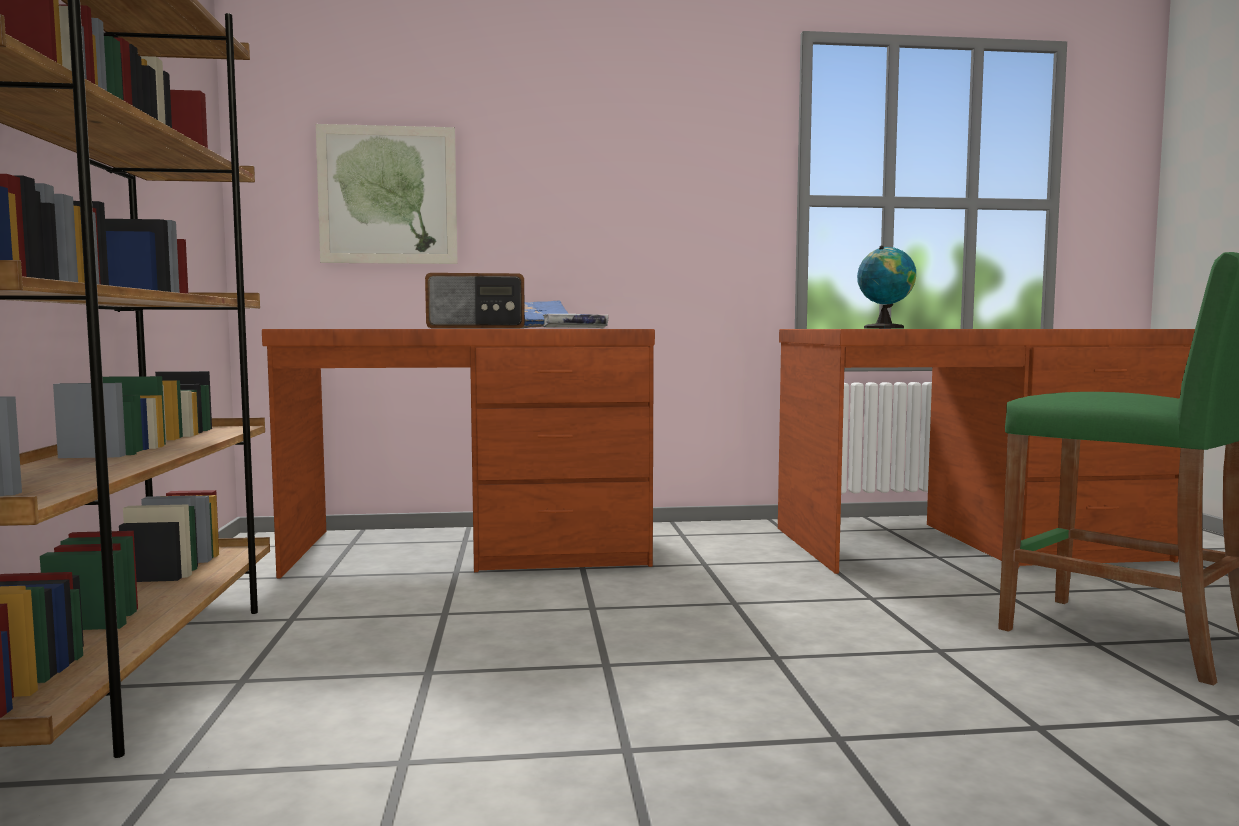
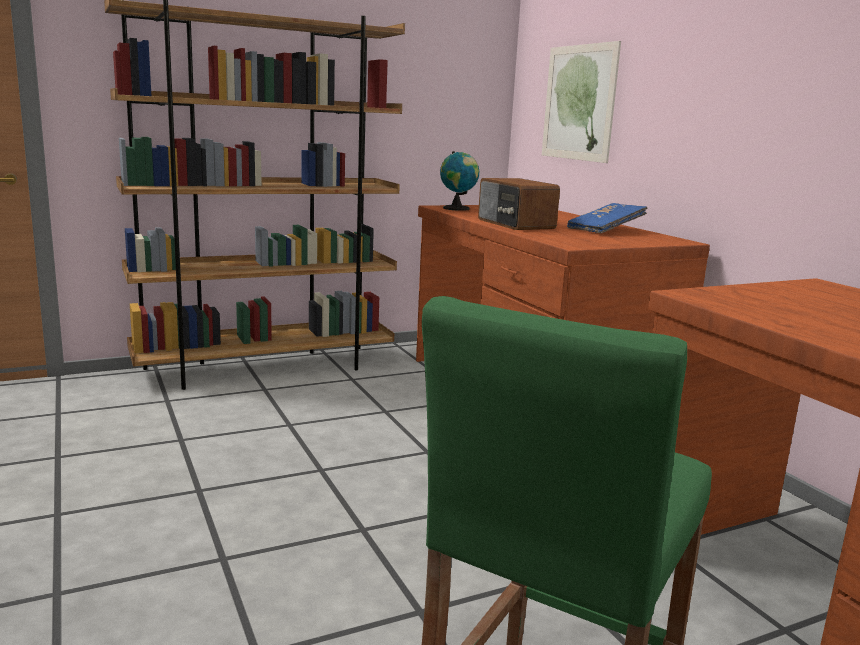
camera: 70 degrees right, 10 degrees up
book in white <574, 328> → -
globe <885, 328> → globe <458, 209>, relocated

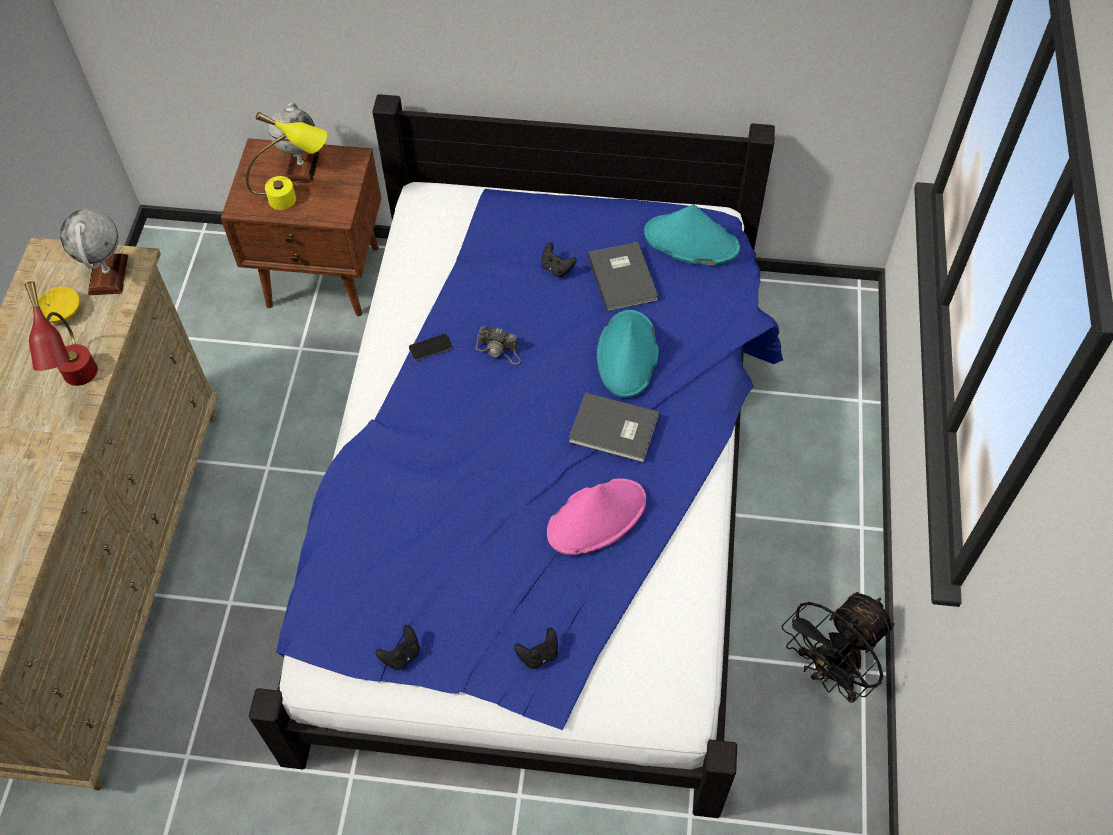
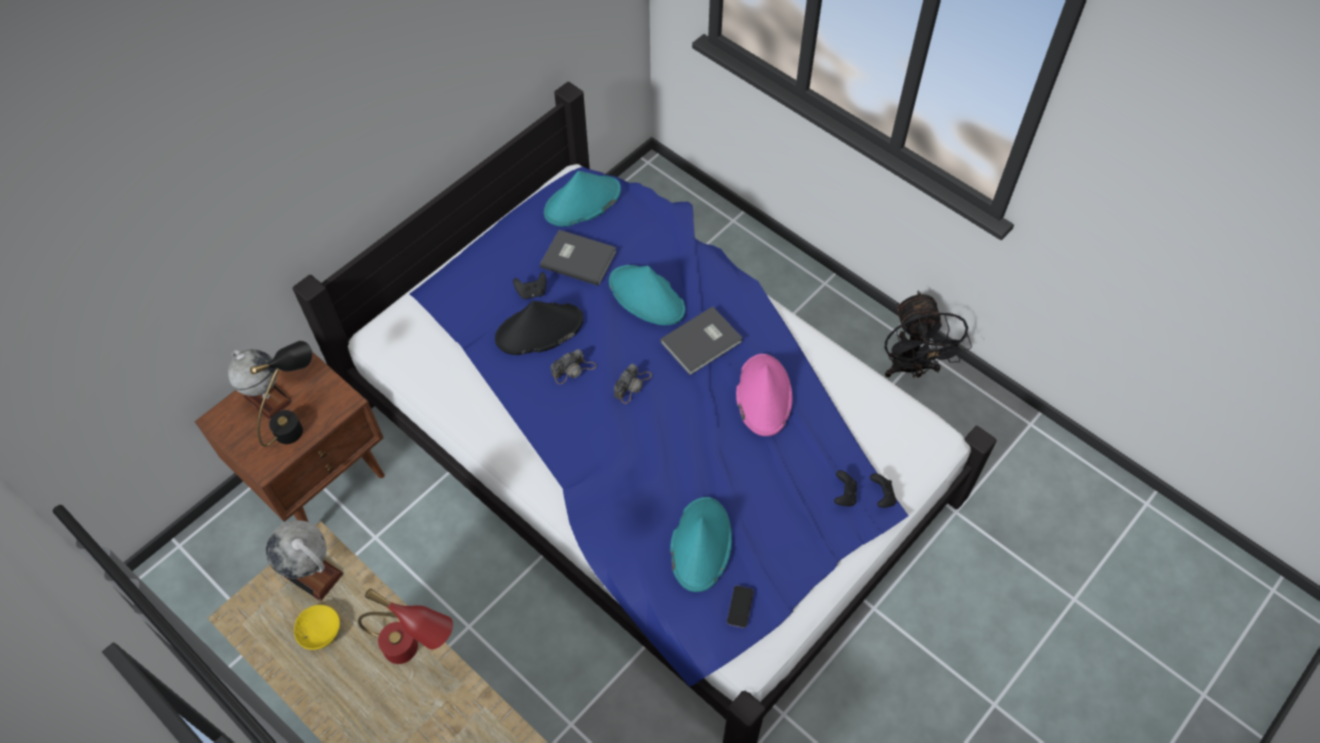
camera: 55 degrees left, 0 degrees up
- → hat in black <539, 330>
- → photo camera <632, 385>
- → hat in turquoise <700, 544>
game controller in black <401, 655> → game controller in black <882, 496>, relocated
phone <430, 348> → phone <740, 607>, relocated
table lamp in yellow <296, 198> → table lamp in black <298, 421>

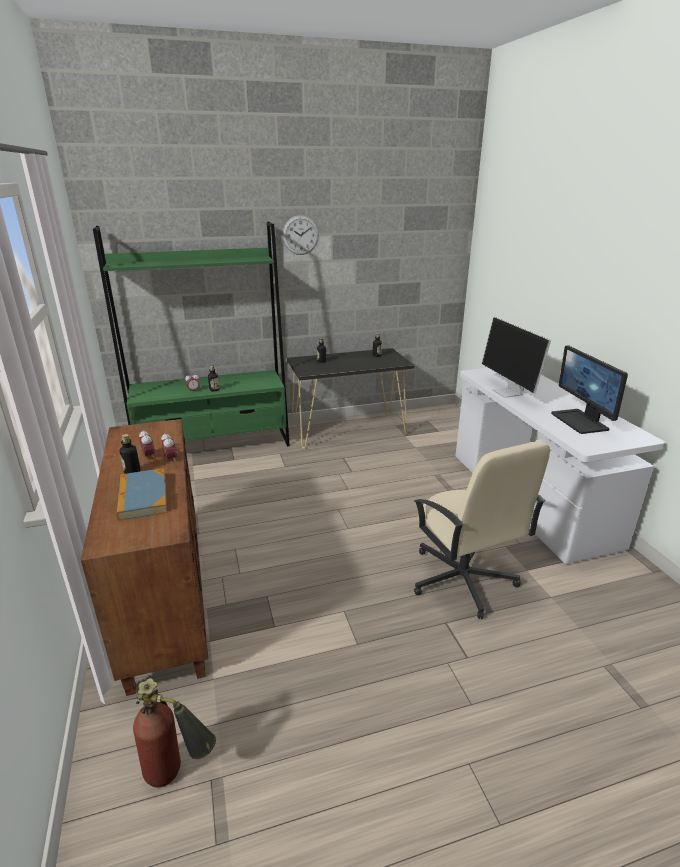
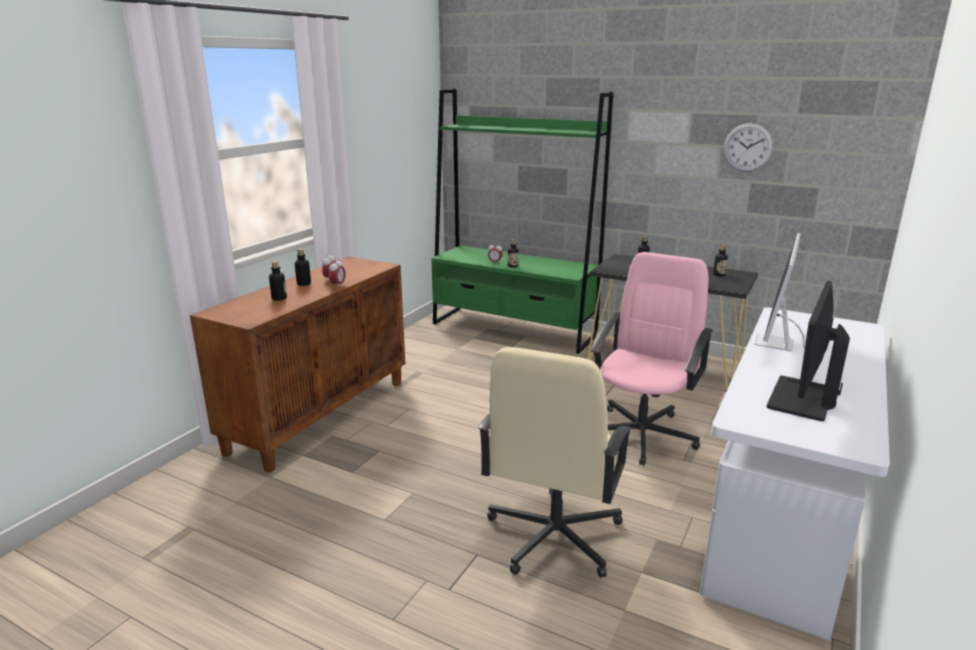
camera: 45 degrees right, 5 degrees down
fire extinguisher <178, 772> → -
- → office chair in pink <642, 434>
wall clock <300, 235> → wall clock <748, 147>, relocated
book <143, 496> → bottle <279, 298>

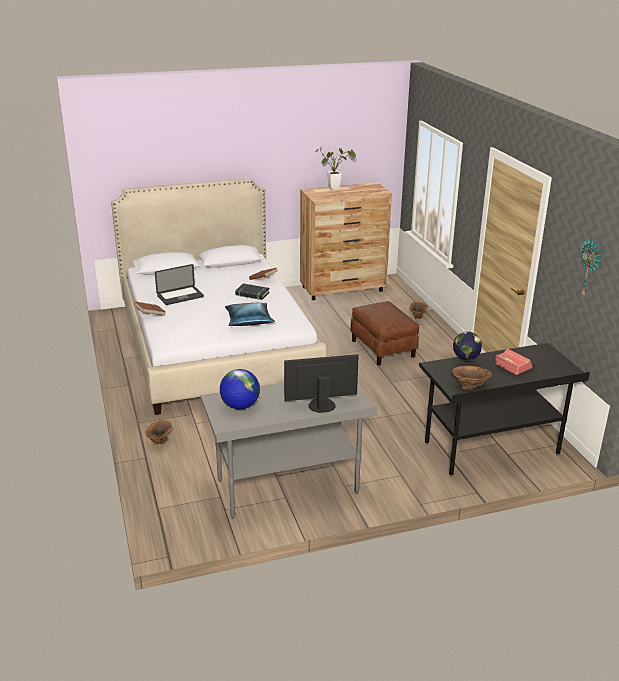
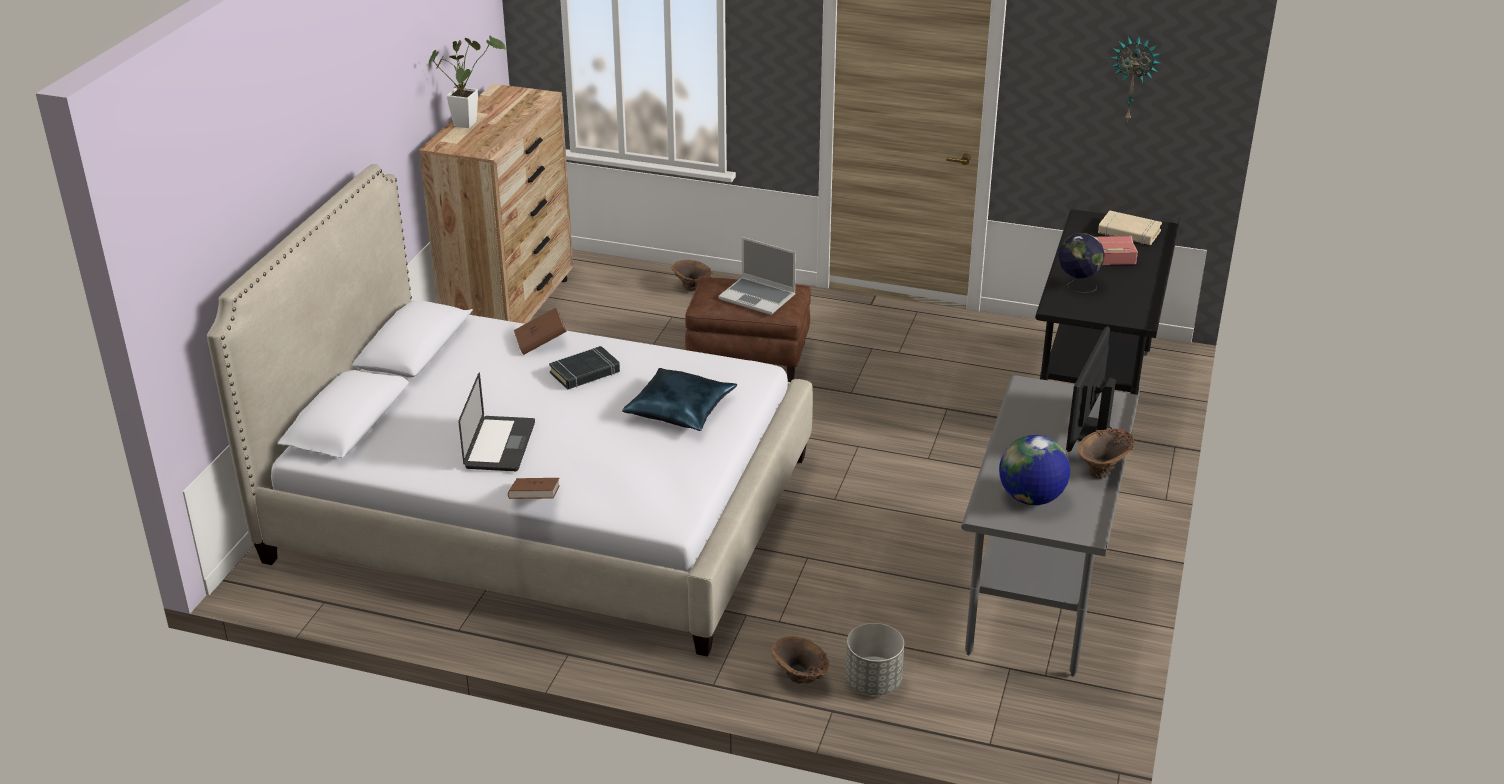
camera: 55 degrees left, 5 degrees up
- → laptop <758, 297>
- → planter in grey <873, 681>
- → book in beige <1129, 232>
vase in brown <470, 388> → vase in brown <1103, 471>, relocated

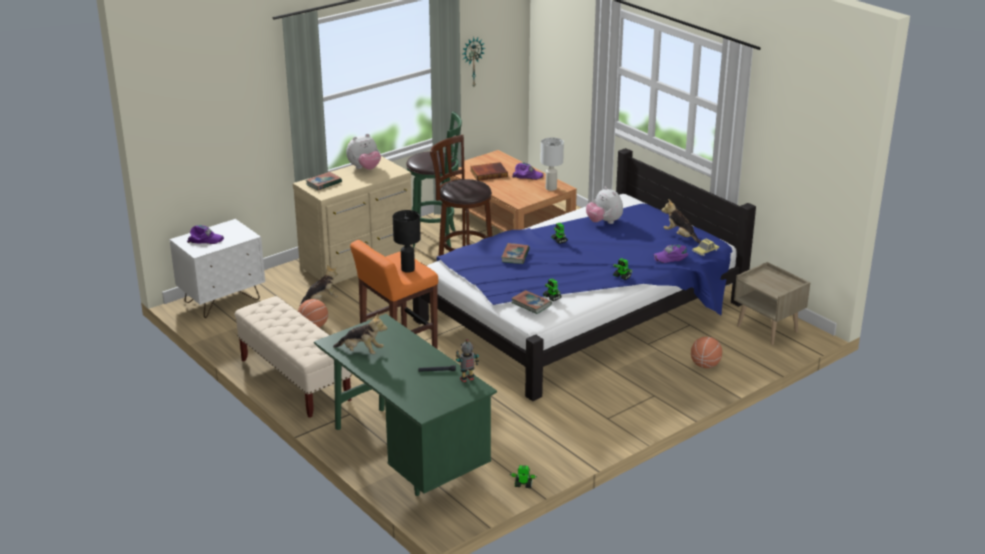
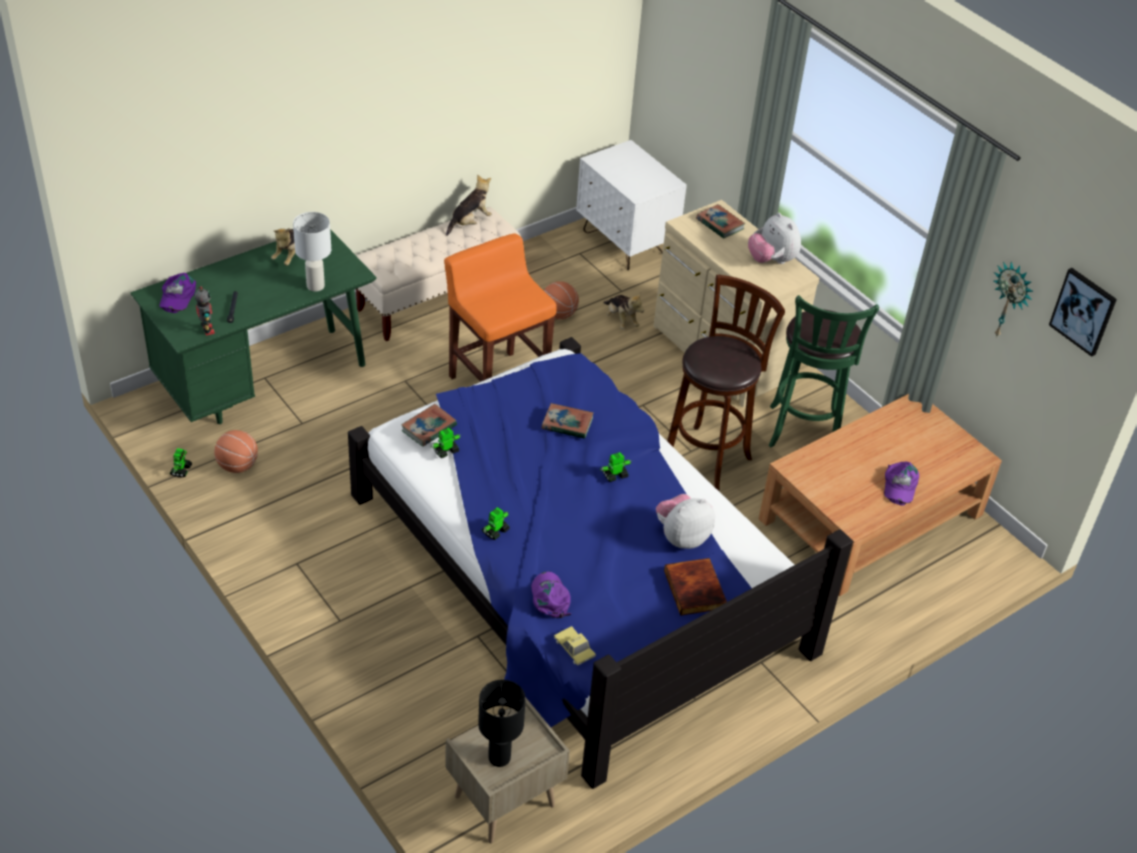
camera: 90 degrees right, 15 degrees up
- → picture <1083, 311>
cap in purple <205, 239> → cap in purple <177, 296>, relocated
table lamp in black <408, 269> → table lamp in black <499, 758>, relocated
book <488, 173> → book <696, 589>, relocated
table lamp in white <551, 188> → table lamp in white <315, 286>, relocated
plush toy <680, 236> → plush toy <470, 222>, relocated
basketball <705, 365> → basketball <237, 465>, relocated

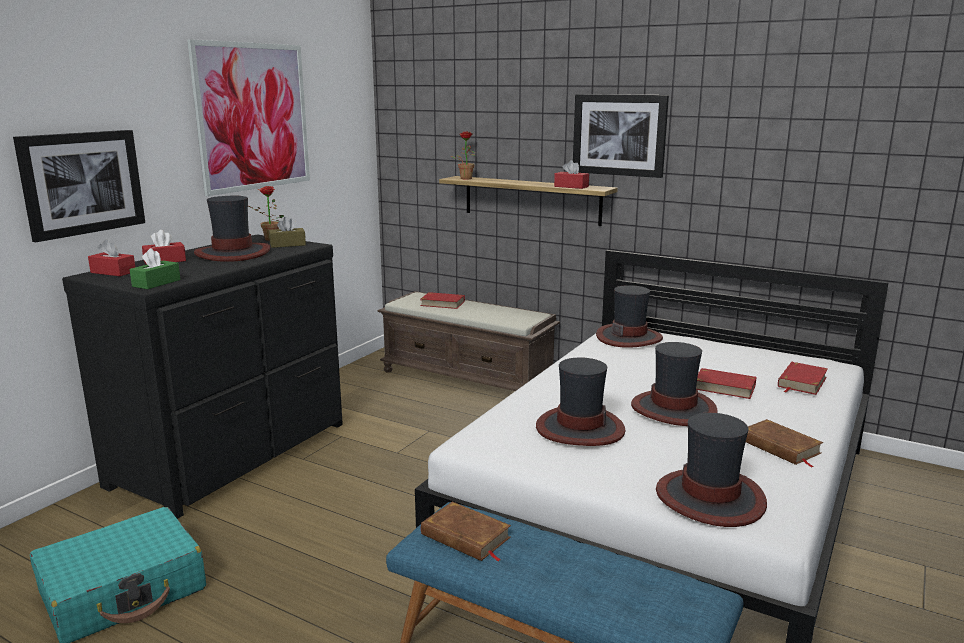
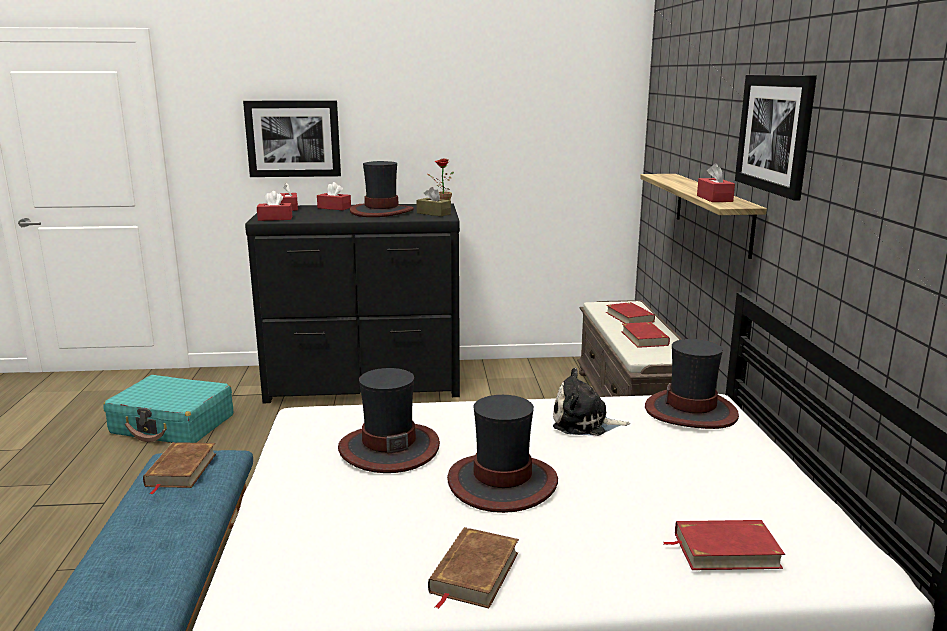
camera: 55 degrees right, 0 degrees up
picture <253, 117> → -
potted plant <465, 178> → -
hat <710, 498> → -
- → plush toy <584, 423>
book in red <724, 387> → book in red <644, 338>, relocated
tissue box in green <156, 283> → tissue box in red <275, 218>

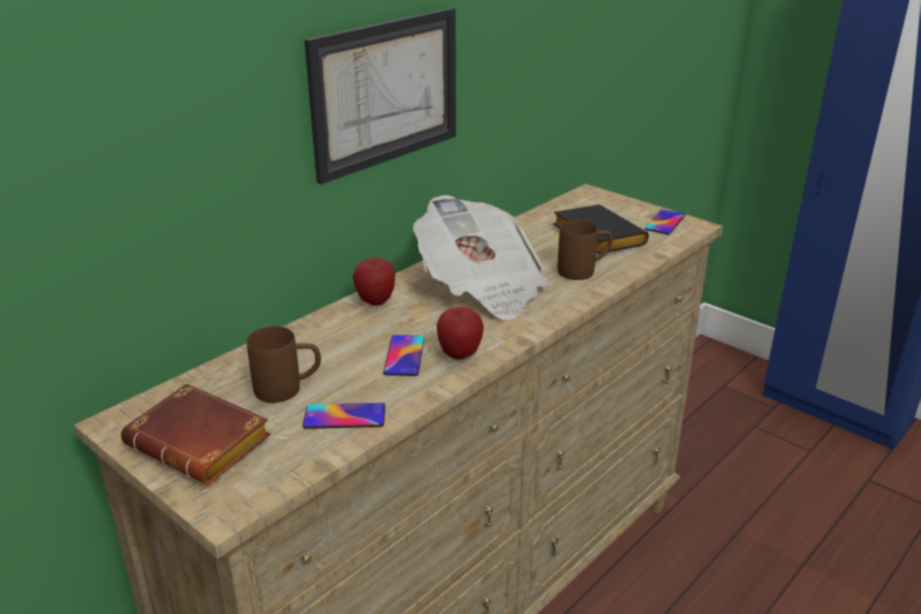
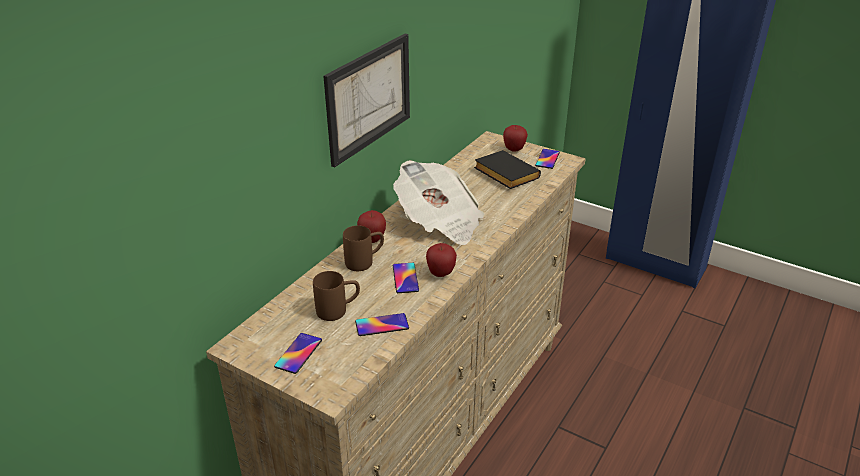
camera: 10 degrees left, 5 degrees up
- → apple <514, 150>
mug in brown <584, 271> → mug in brown <365, 261>, relocated
book in brown <204, 443> → phone <298, 353>

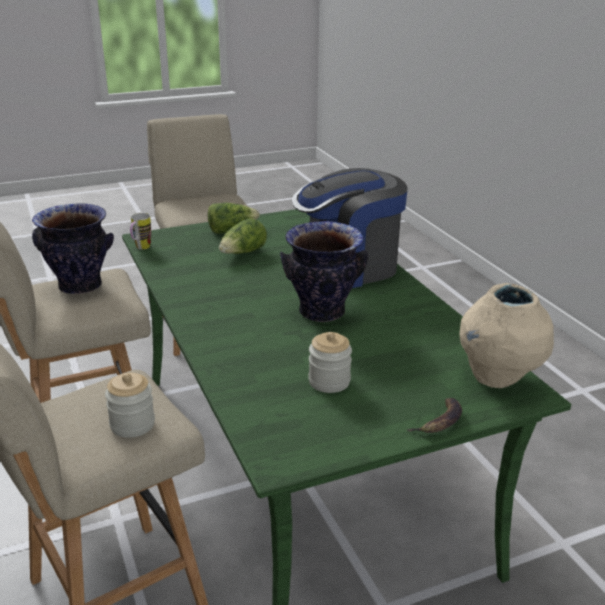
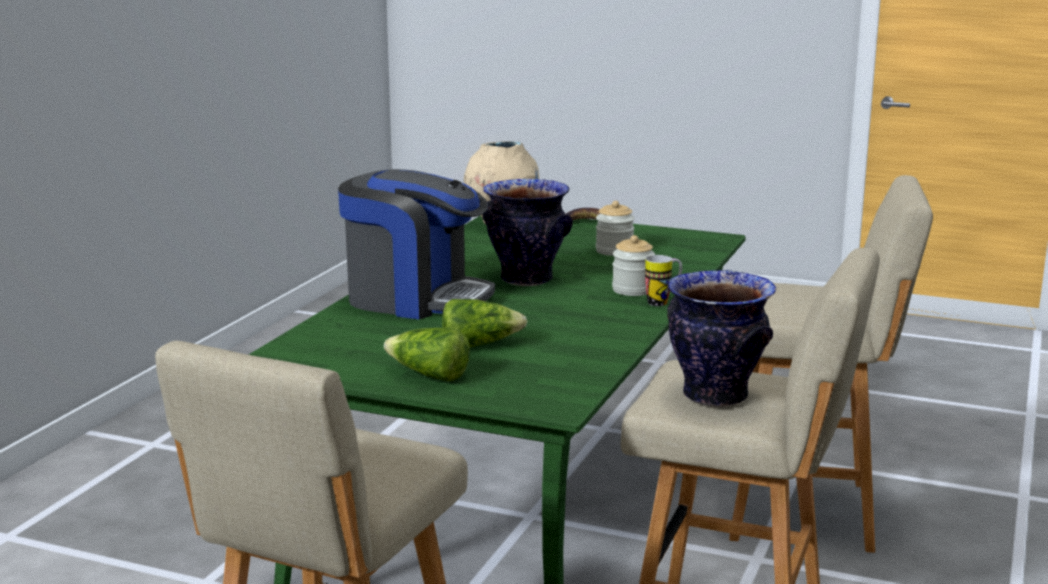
camera: 135 degrees left, 10 degrees down
jar <132, 424> → jar <633, 290>, relocated
mug <141, 248> → mug <663, 302>, relocated

